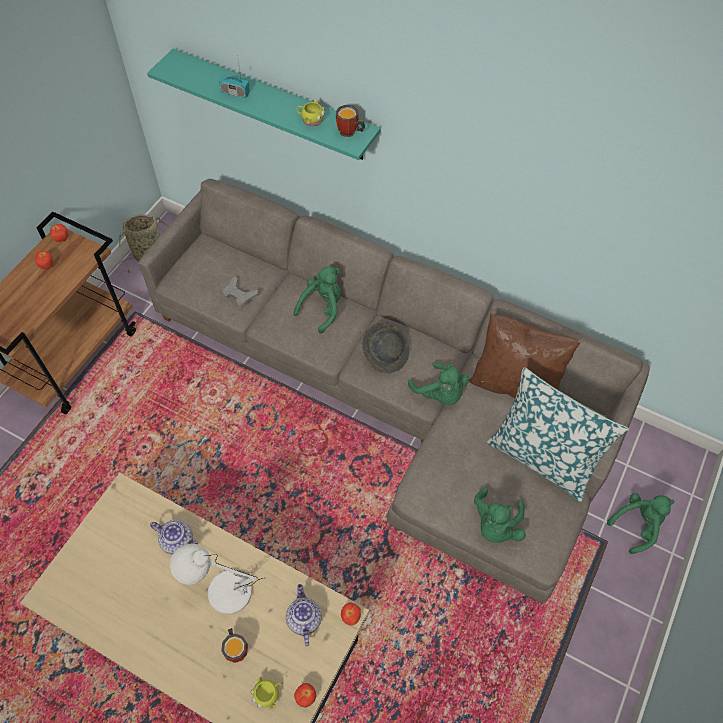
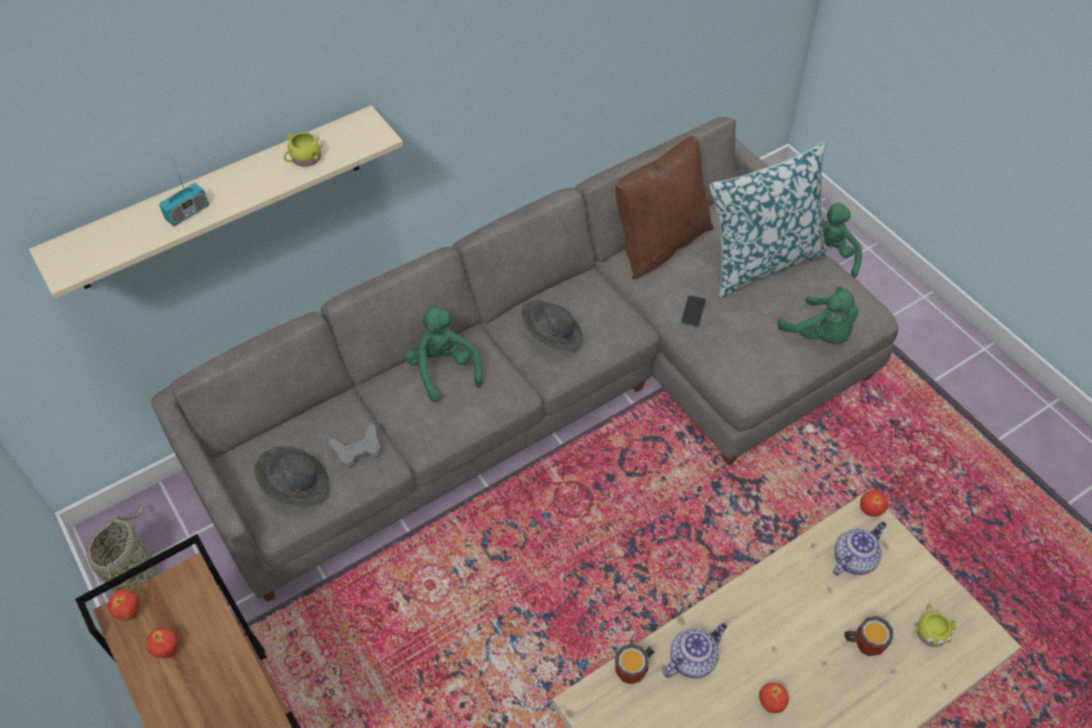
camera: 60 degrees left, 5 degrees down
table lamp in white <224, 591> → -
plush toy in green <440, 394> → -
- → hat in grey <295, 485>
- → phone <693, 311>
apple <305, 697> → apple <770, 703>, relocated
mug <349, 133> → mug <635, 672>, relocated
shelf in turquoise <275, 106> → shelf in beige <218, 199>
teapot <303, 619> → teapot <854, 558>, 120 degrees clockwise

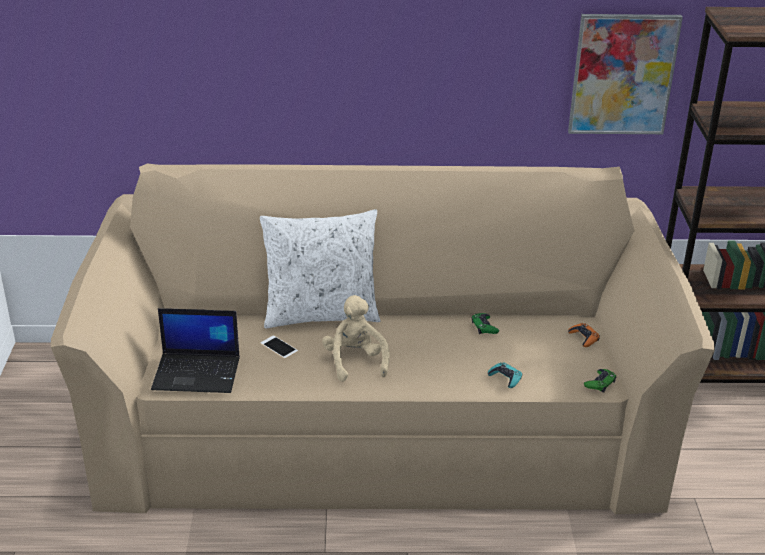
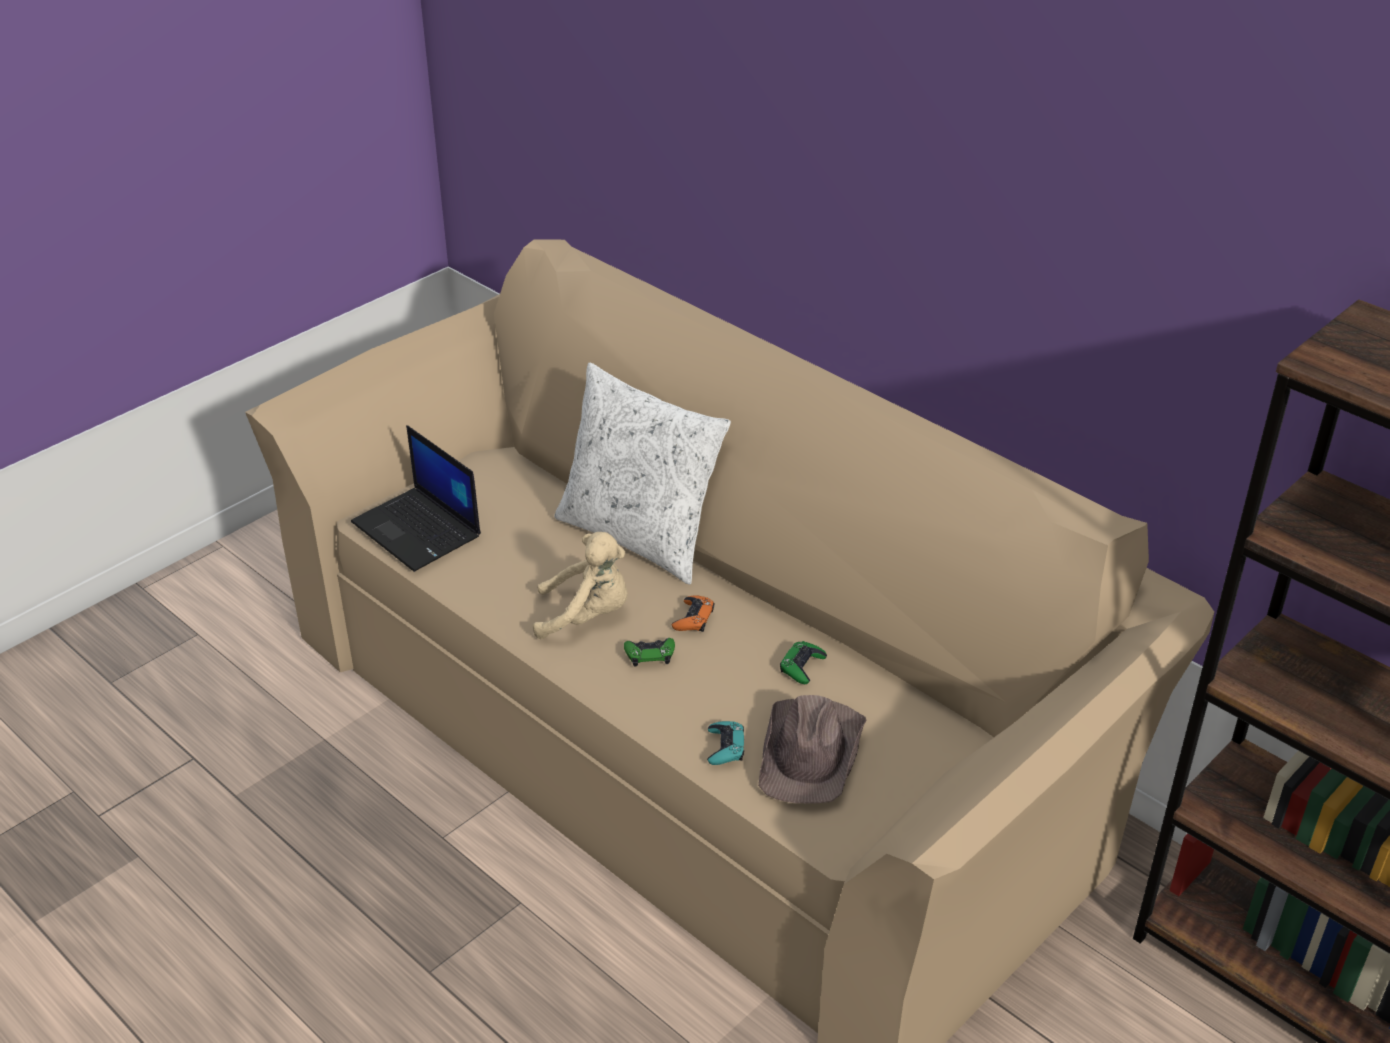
camera: 45 degrees right, 5 degrees up
phone <279, 347> → -
picture <623, 74> → -
- → hat in brown <812, 752>
game controller in orange <584, 338> → game controller in orange <693, 618>, relocated
game controller in green <600, 383> → game controller in green <650, 654>, relocated
plush toy in beige <355, 361> → plush toy in beige <587, 616>, 60 degrees clockwise

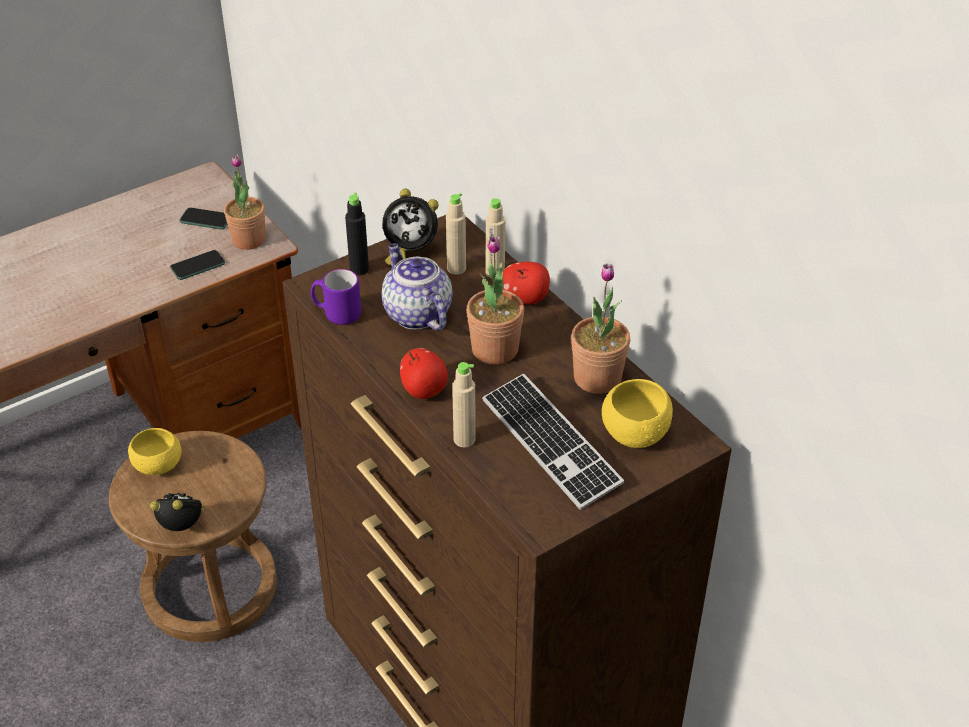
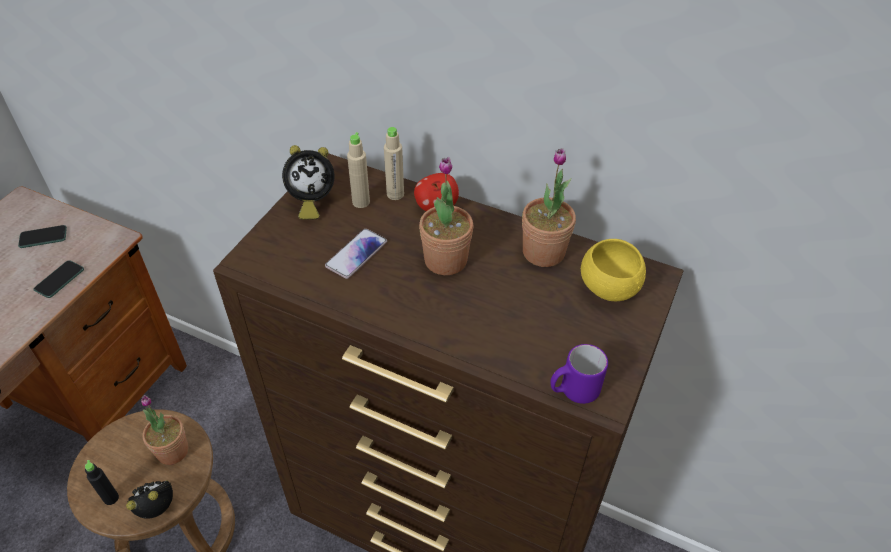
camera: 30 degrees left, 5 degrees up
bowl in yellow <158, 466> → -
apple <424, 390> → -
bottle in beige <464, 439> → -
keyboard <550, 443> → -
potted plant <249, 240> → potted plant <172, 451>, relocated
mug in purple <337, 314> → mug in purple <573, 391>, relocated
bottle in black <359, 269> → bottle in black <111, 498>, relocated
teapot <416, 313> → phone <356, 254>

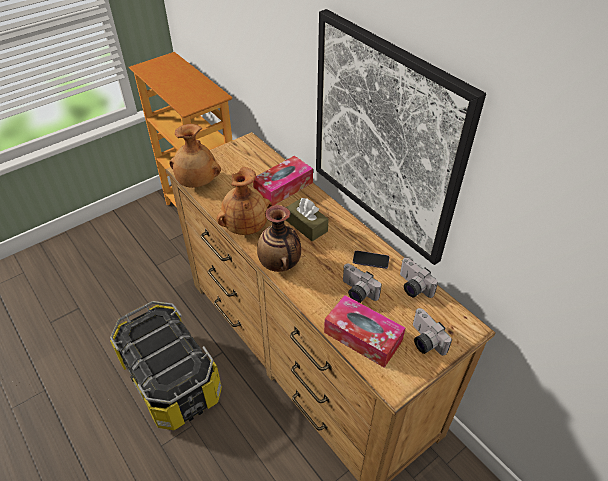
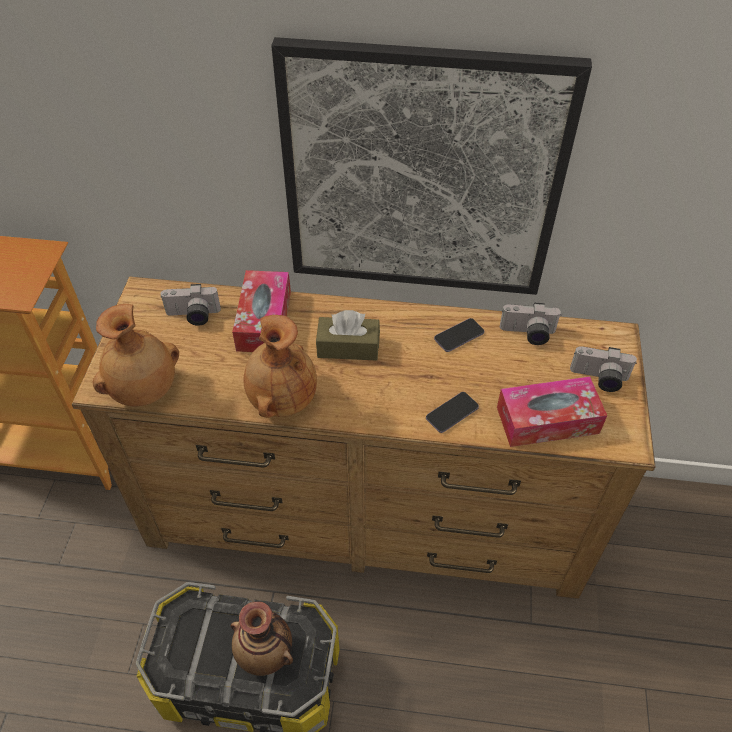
camera: 45 degrees left, 5 degrees up
- → phone <452, 413>
vase <280, 264> → vase <265, 653>, relocated
photo camera <356, 292> → photo camera <193, 316>, relocated

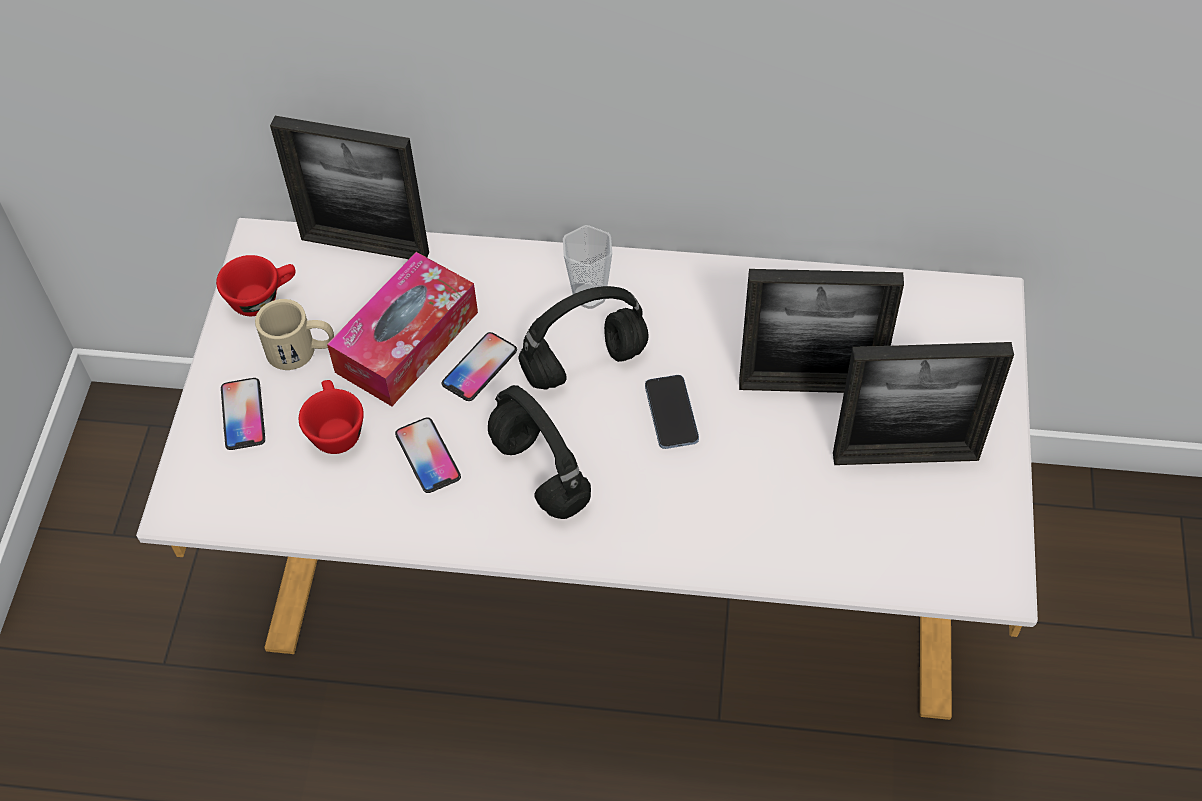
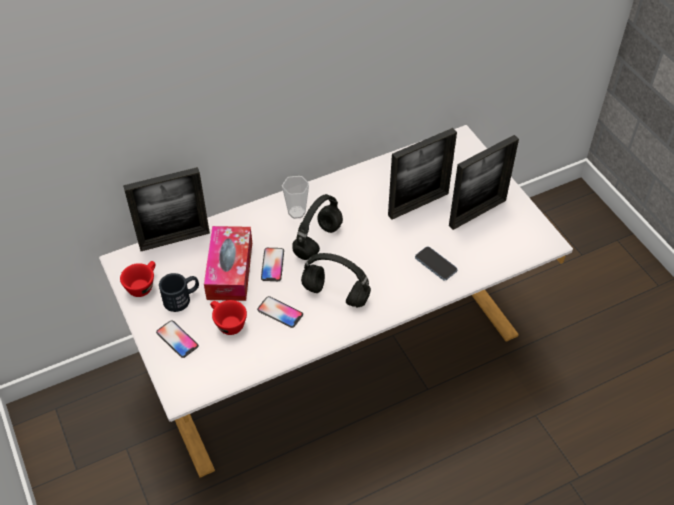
camera: 35 degrees left, 5 degrees down
phone <671, 413> → phone <435, 264>, relocated
mug in beige <301, 350> → mug in black <182, 298>

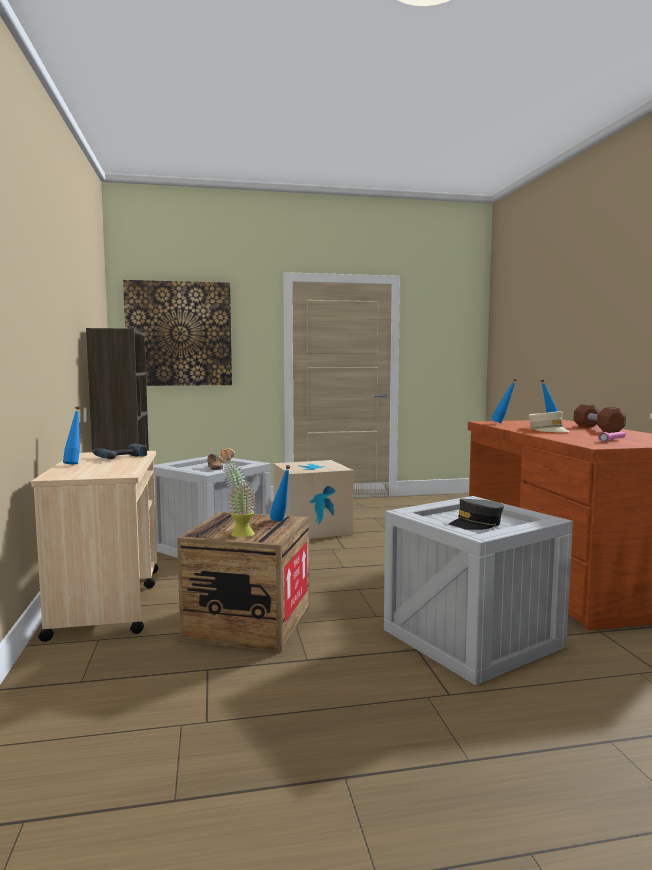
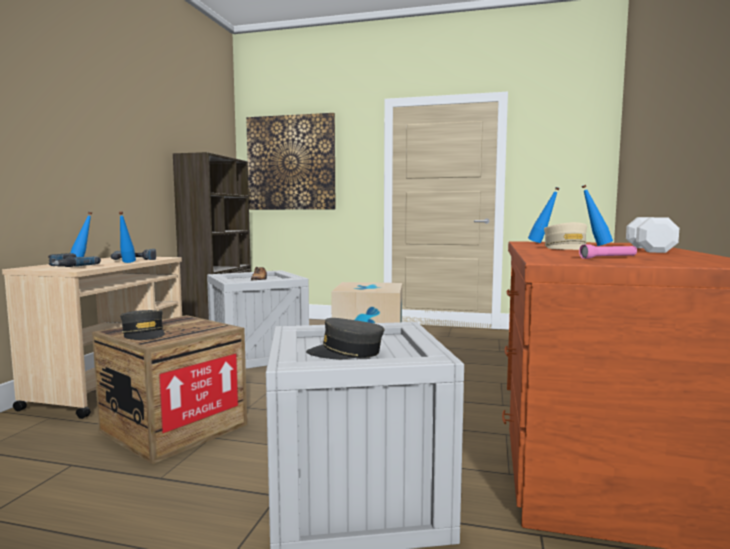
camera: 25 degrees right, 0 degrees up
- → power drill <68, 266>
bottle in blue <281, 521> → bottle in blue <127, 263>, relocated
potted plant <237, 533> → cap in grey <144, 334>
dumbbell in brown <597, 429> → dumbbell in white <649, 249>

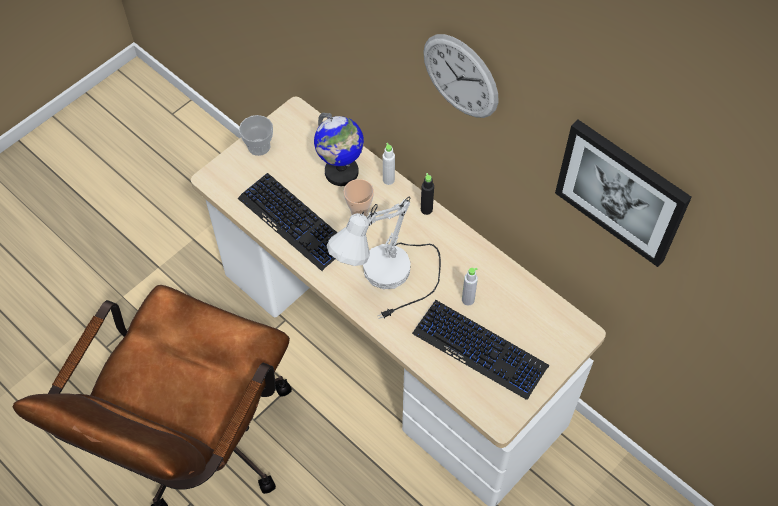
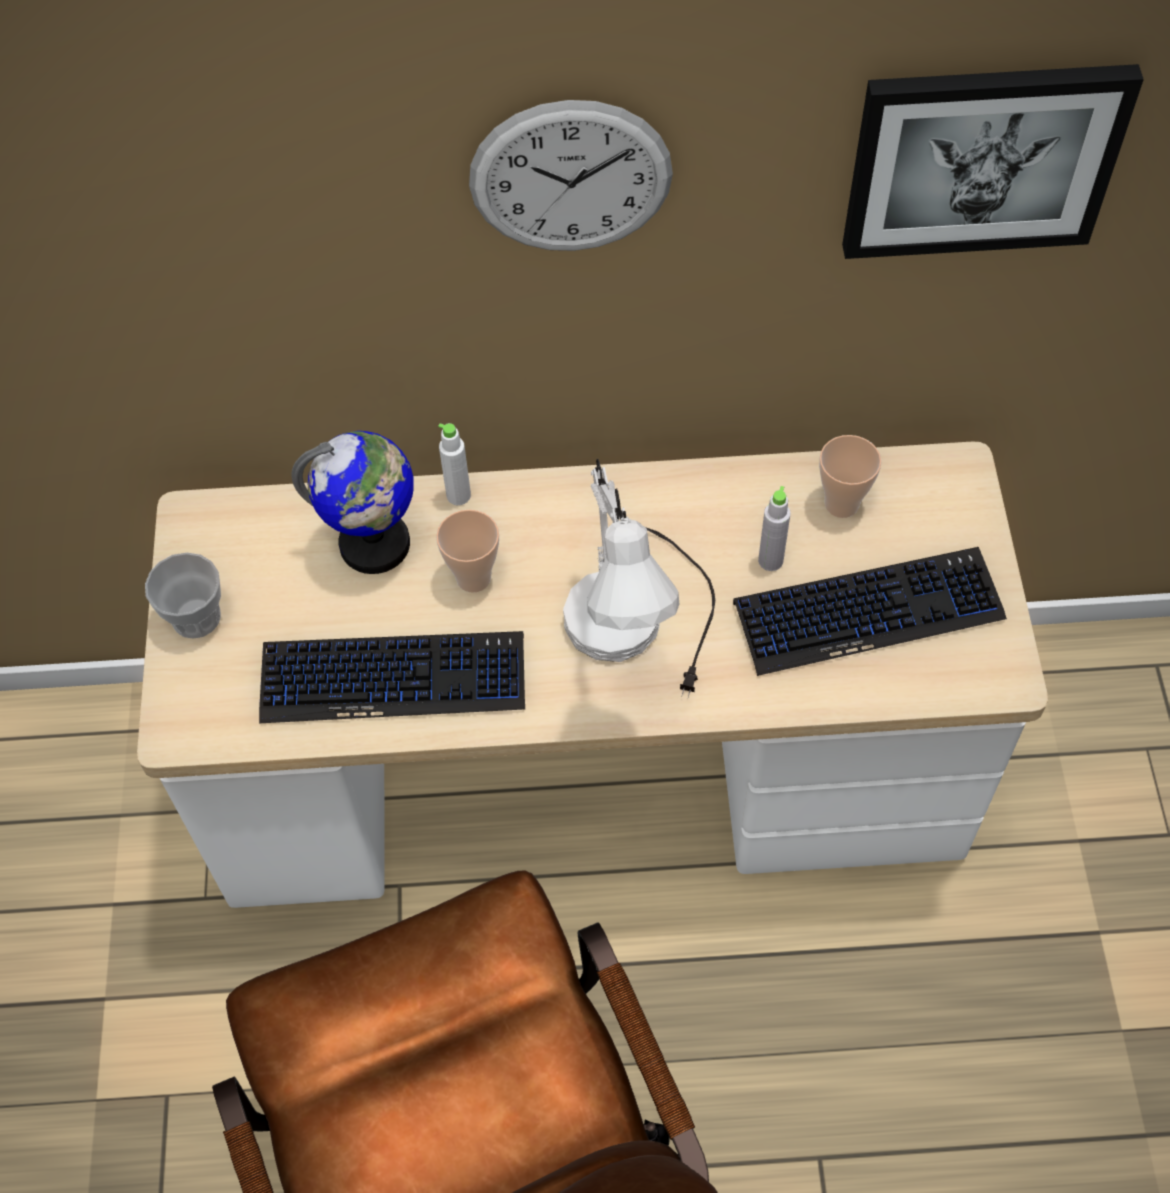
camera: 45 degrees left, 0 degrees up
bottle in black <426, 209> → -
- → cup <841, 504>

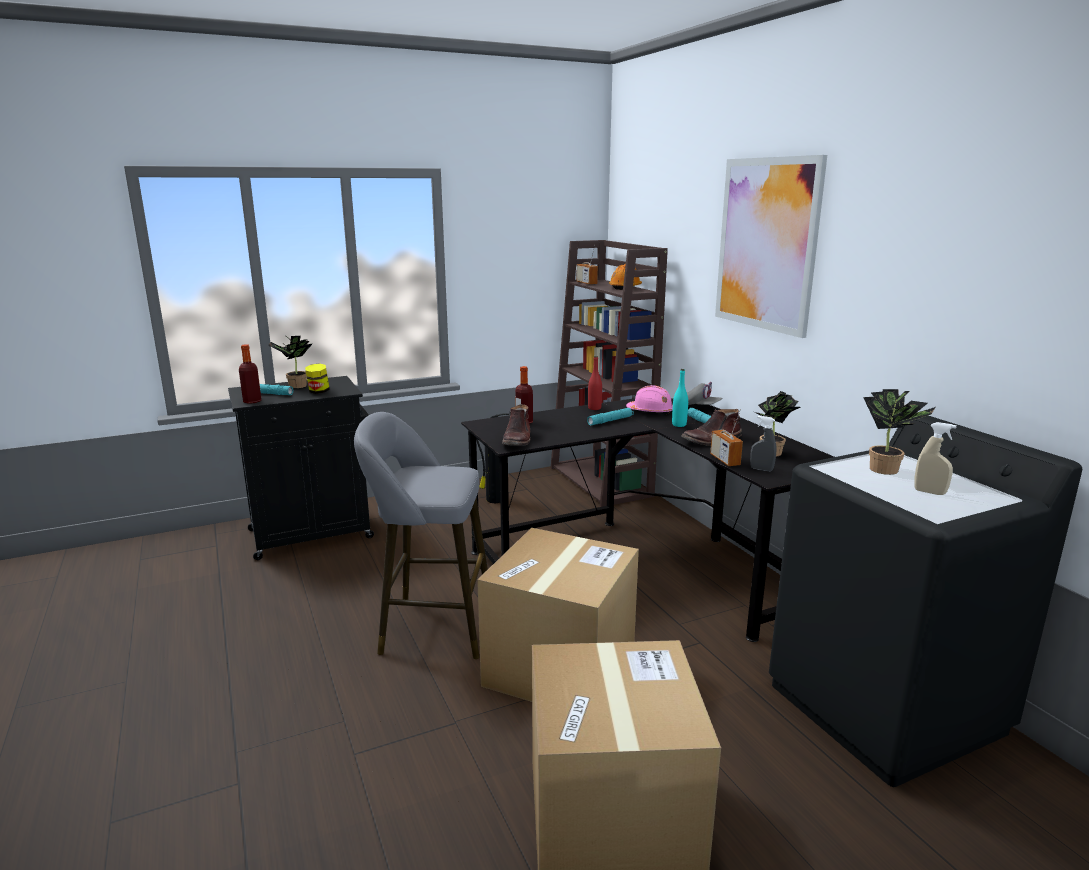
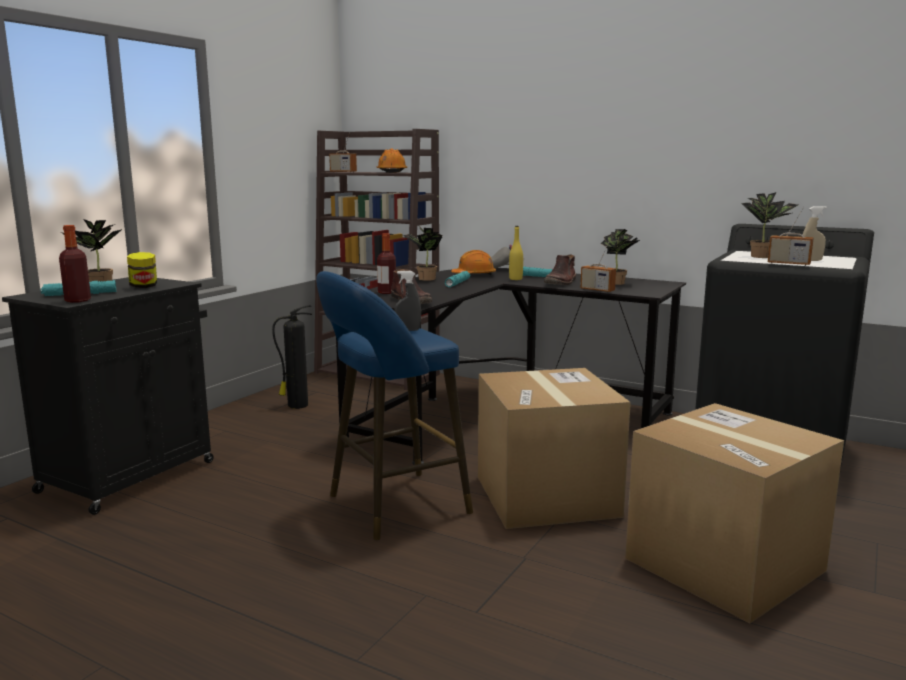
camera: 35 degrees left, 5 degrees down
picture <766, 244> → -
- → radio <788, 264>
spray bottle in grey <761, 469> → spray bottle in grey <408, 330>, relocated
bottle in red <594, 408> → potted plant <424, 279>
stool in grey <430, 626> → stool in blue <391, 506>
hard hat in pink <650, 411> → hard hat in orange <474, 275>
bottle in turquoise <679, 425> → bottle in yellow <515, 279>

